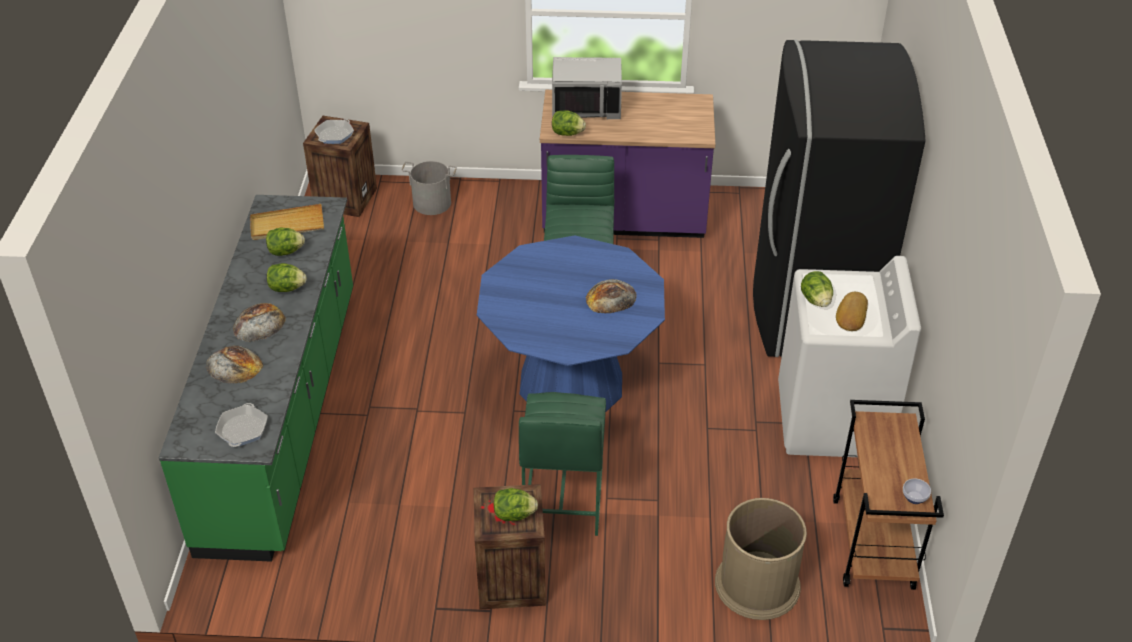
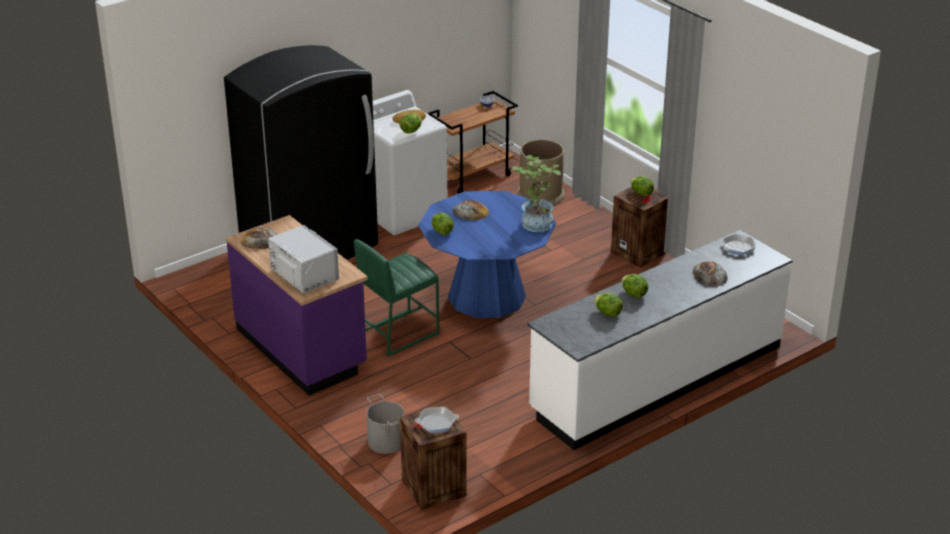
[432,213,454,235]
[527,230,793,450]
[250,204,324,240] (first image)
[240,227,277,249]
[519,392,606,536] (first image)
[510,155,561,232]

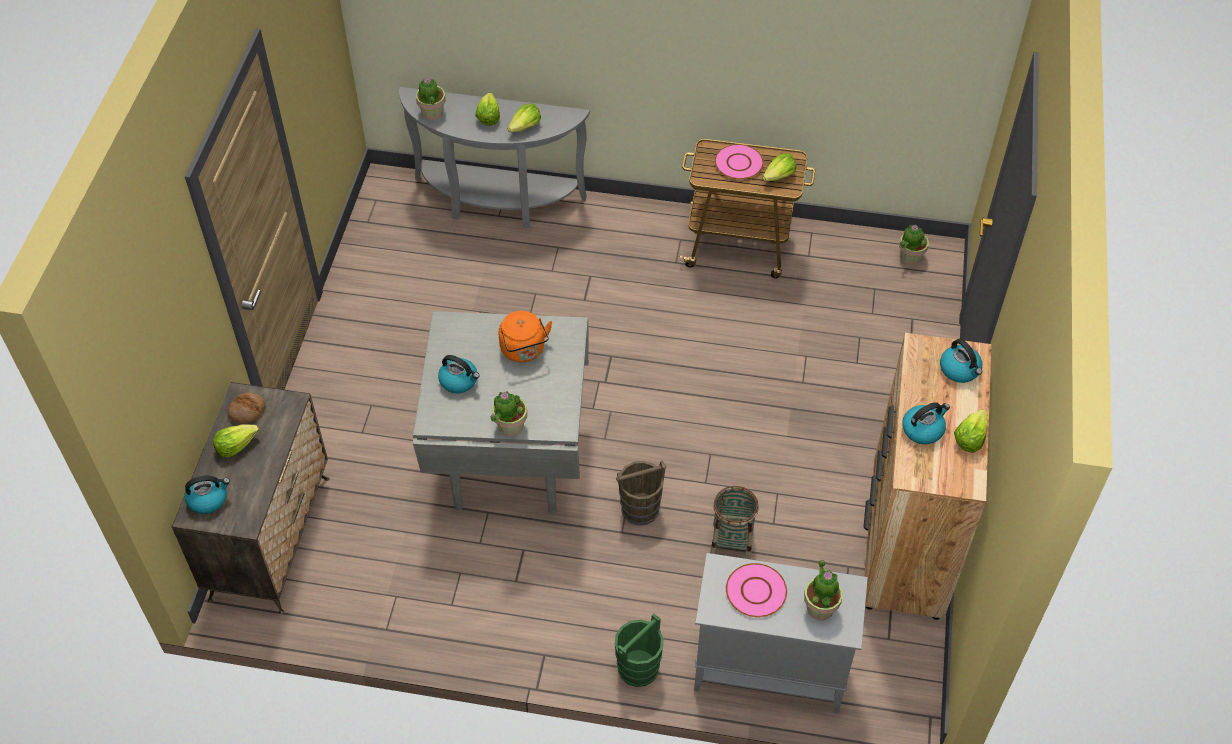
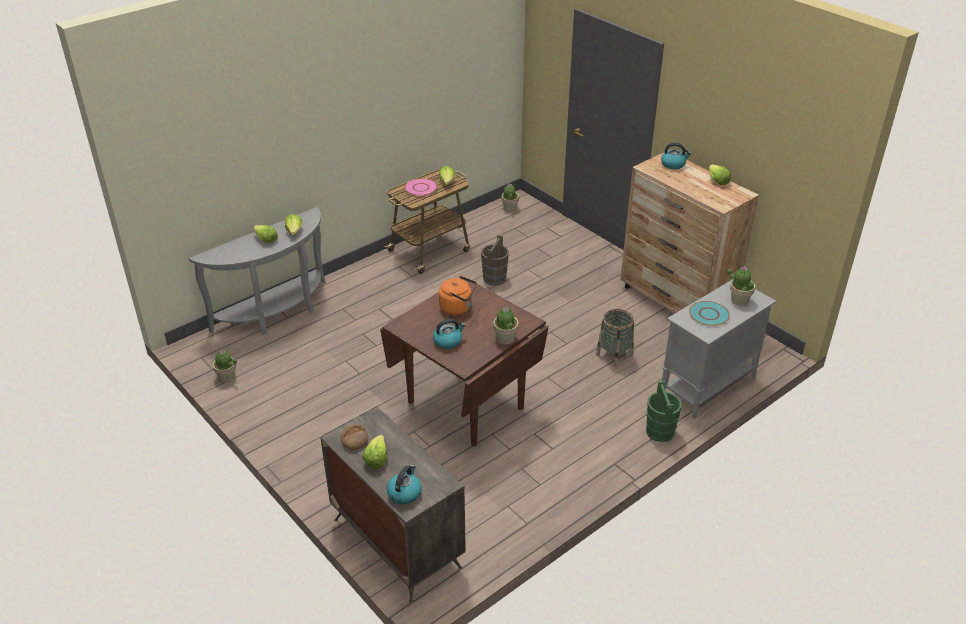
[213,349,237,383]
[380,277,549,446]
[902,402,950,445] (first image)
[481,235,509,286]
[689,301,730,326]

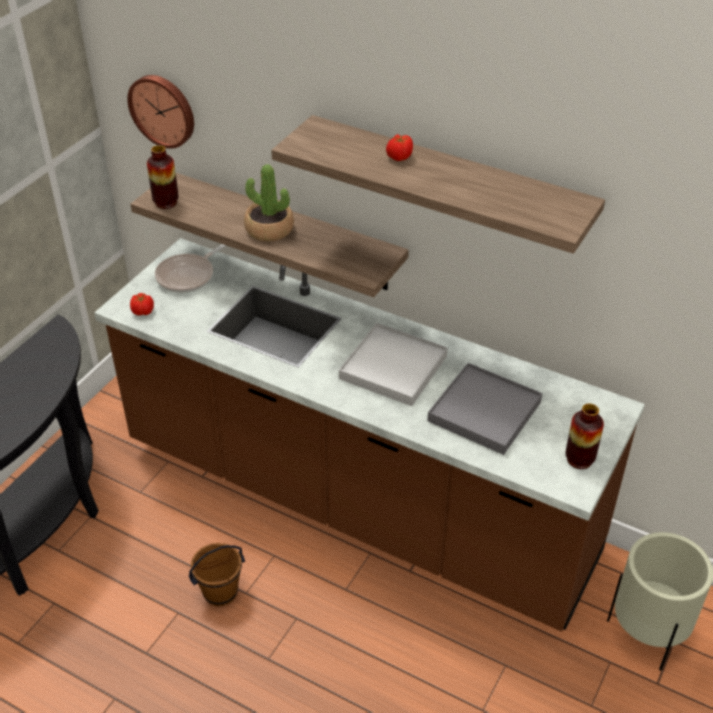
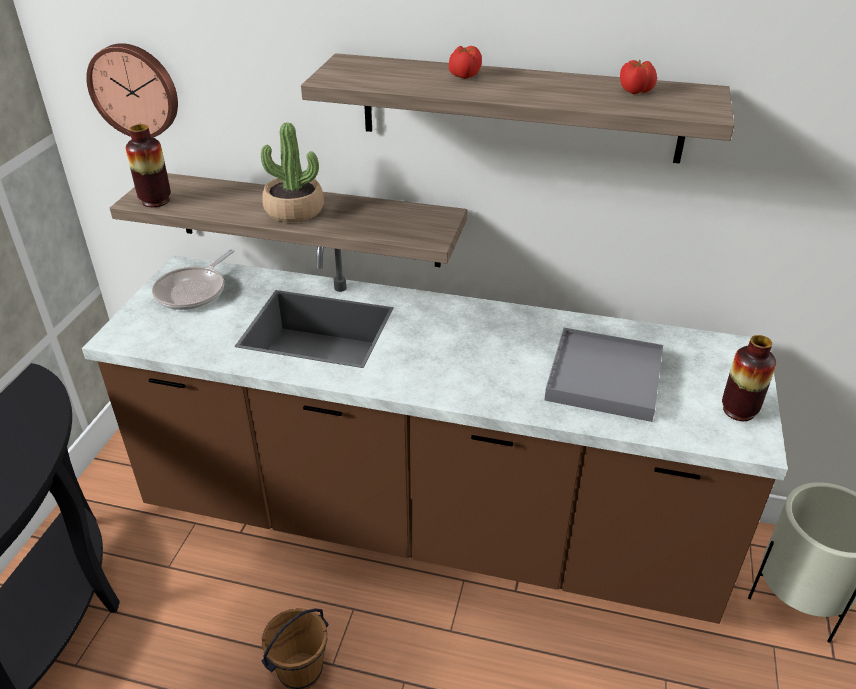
[620,60,657,94]
[339,323,448,406] (first image)

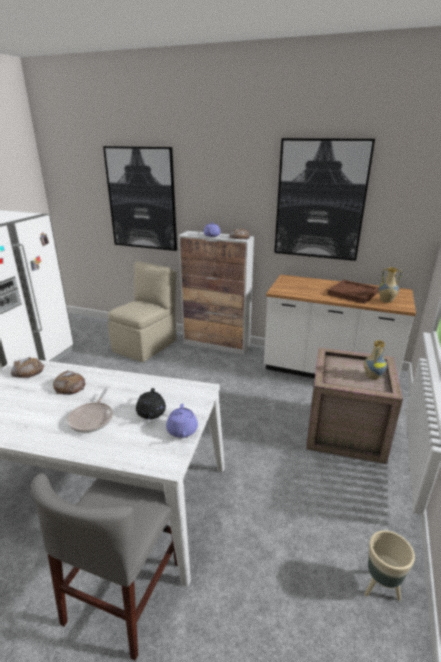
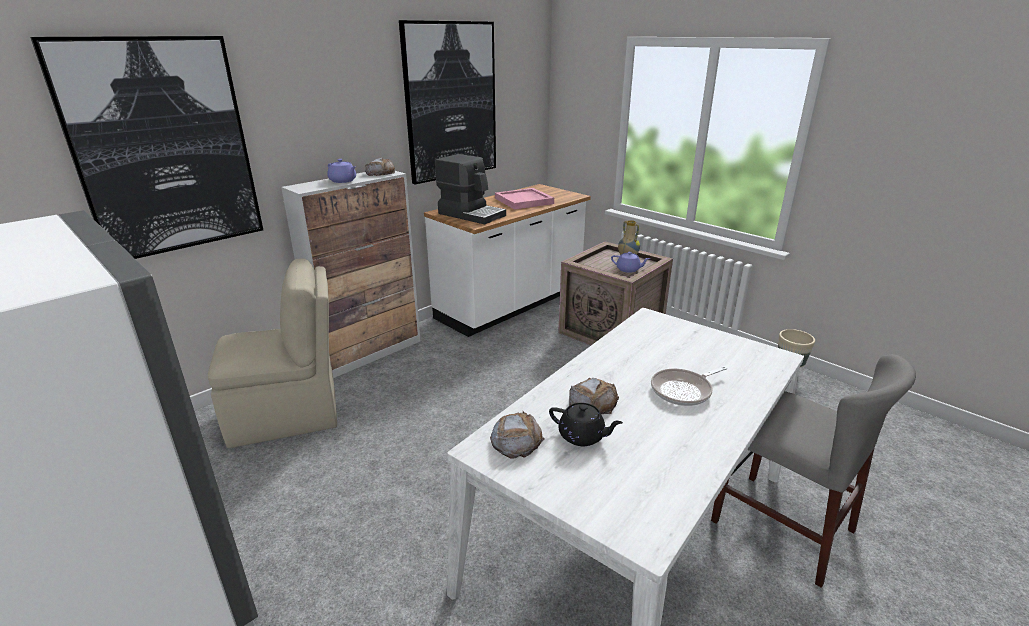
[208,259,337,448]
[379,267,402,302] (first image)
[495,188,554,210]
[651,366,727,406]
[549,403,623,446]
[611,252,650,273]
[435,154,506,224]

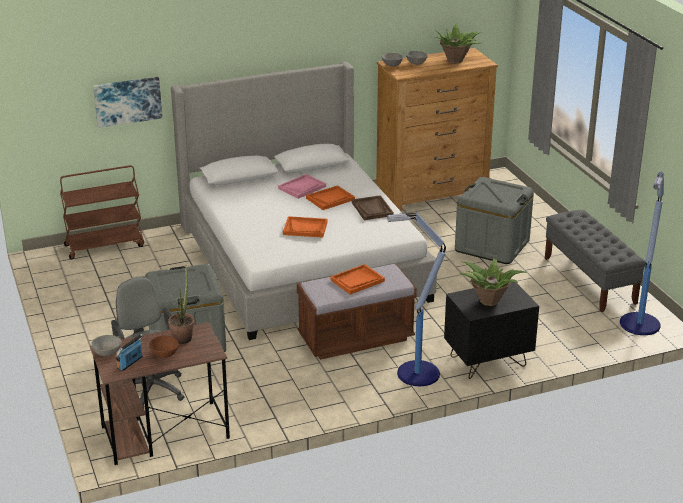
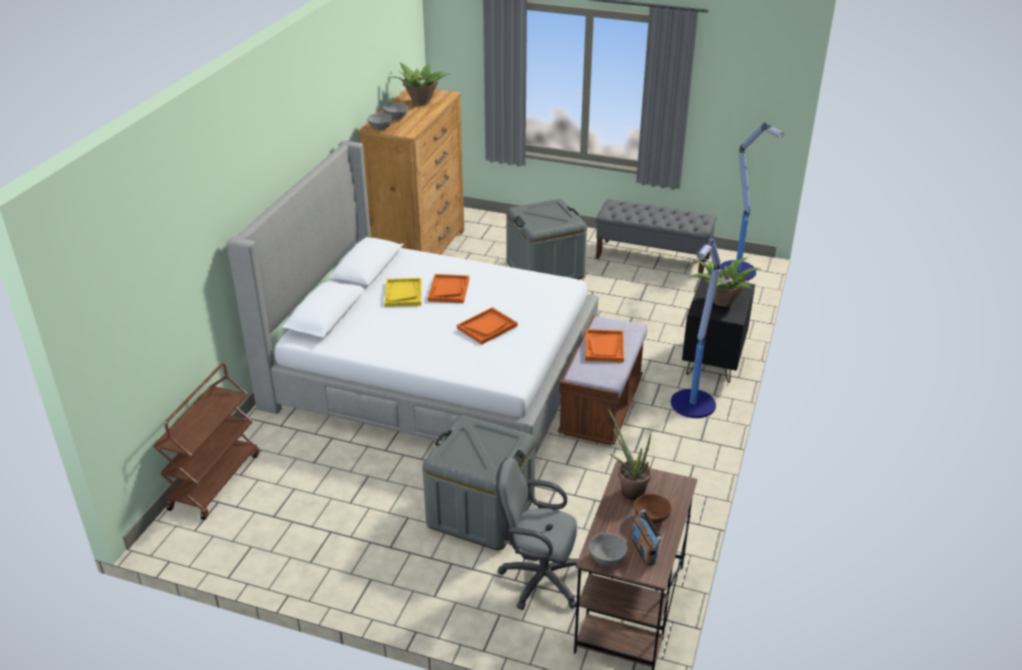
[93,77,162,128] (first image)
[385,278,422,307]
[352,195,394,220] (first image)

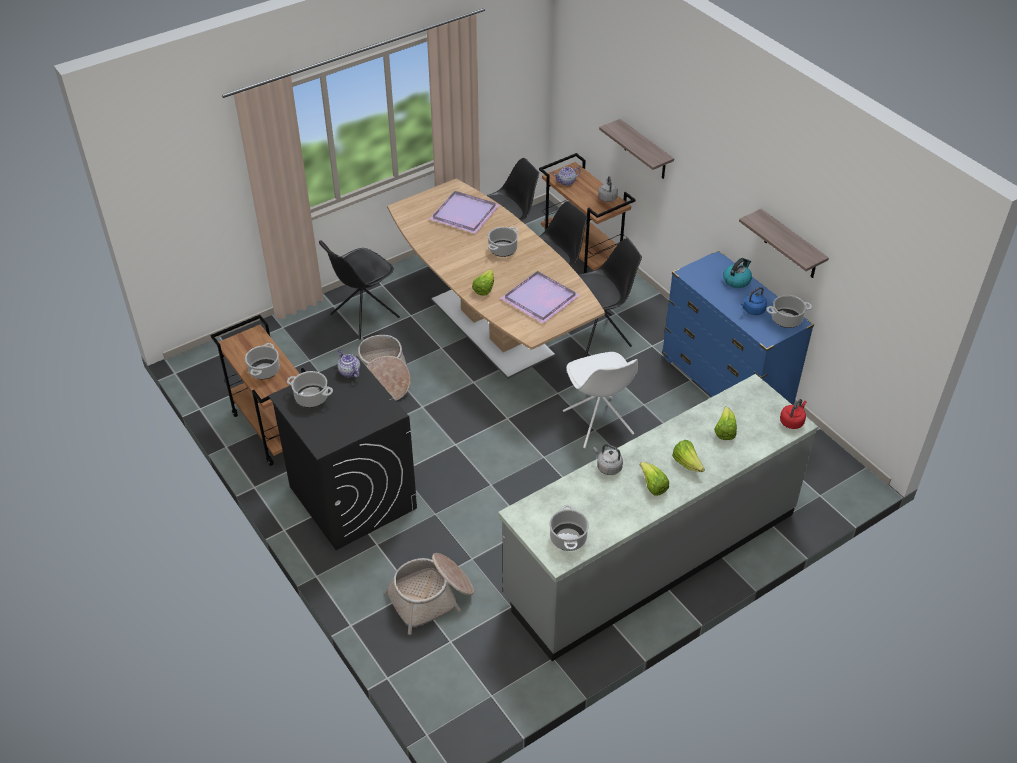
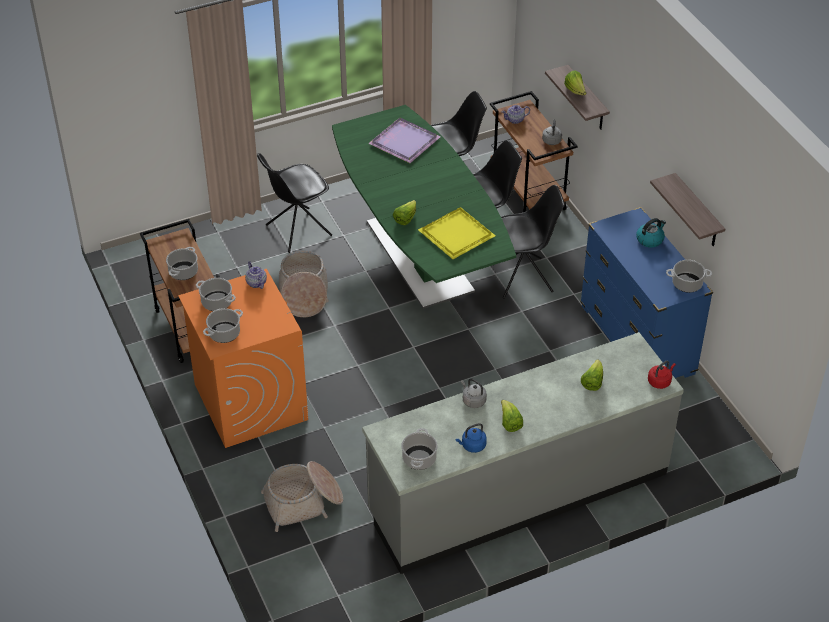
[332,105,516,309]
[203,308,243,343]
[418,207,496,259]
[456,423,487,453]
[563,352,638,448] (first image)
[178,269,308,448]
[564,71,586,95]

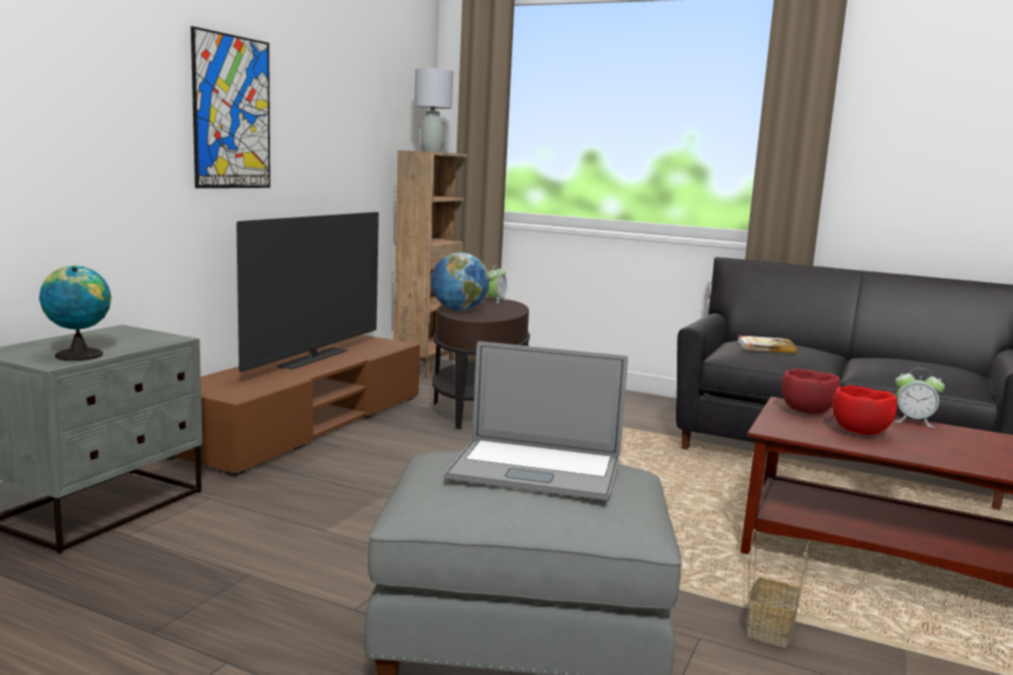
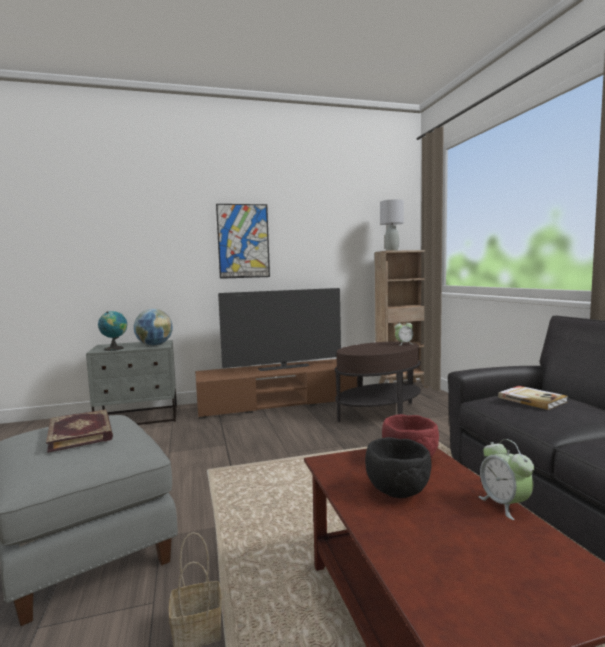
[134,309,173,346]
[46,409,113,453]
[365,437,432,498]

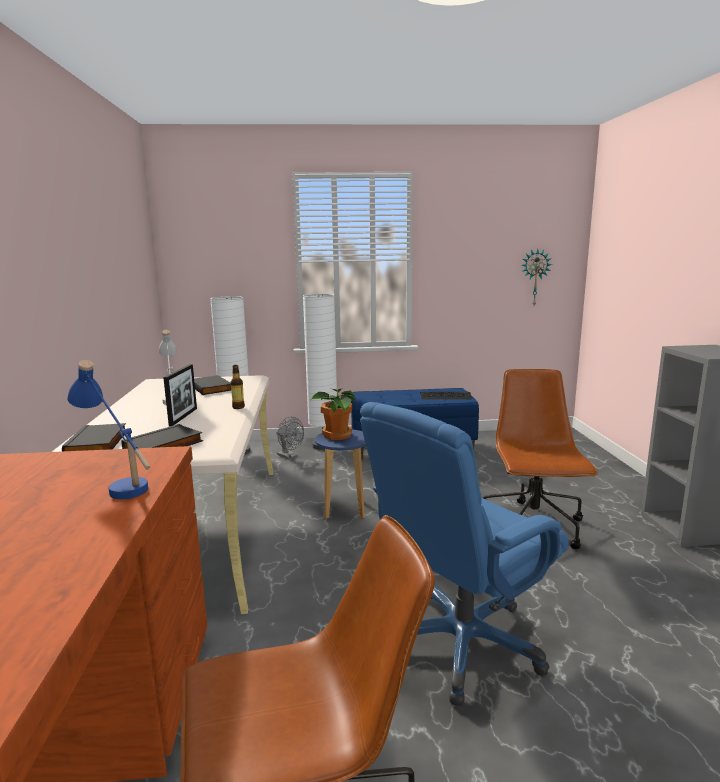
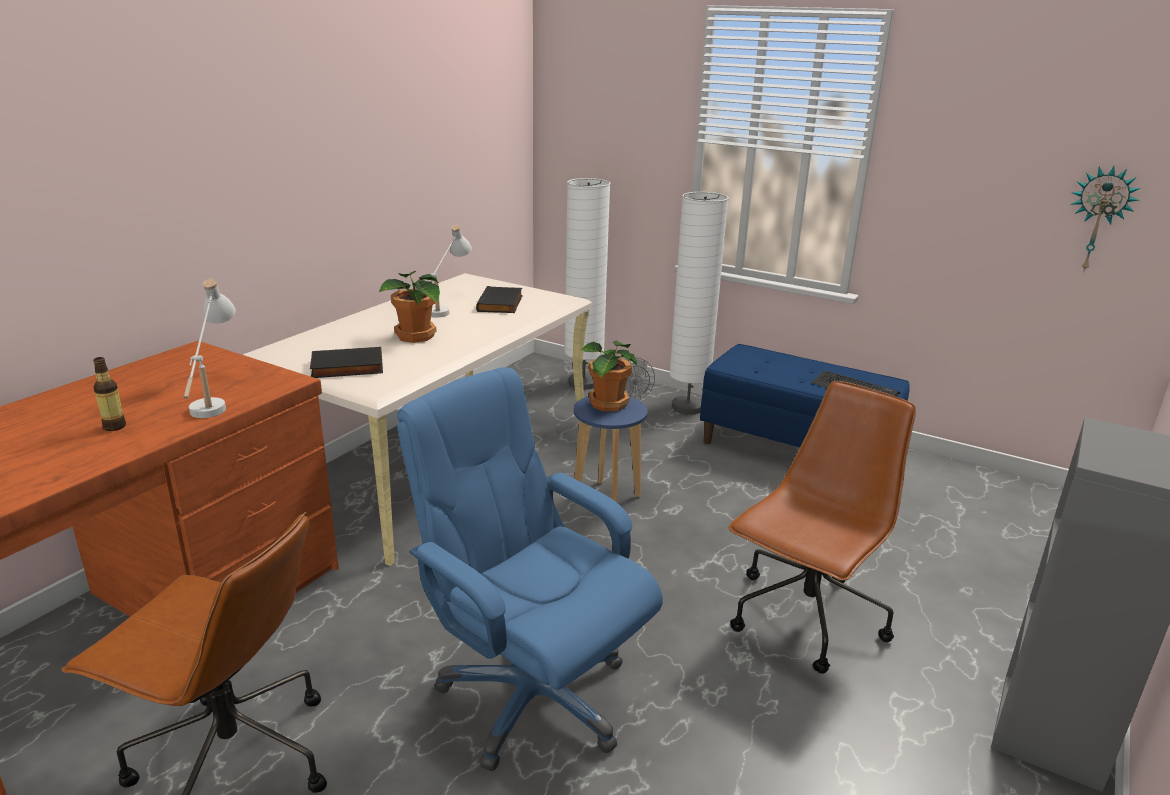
[184,279,236,418]
[379,271,440,343]
[93,357,126,431]
[397,367,663,771]
[62,423,126,451] (first image)

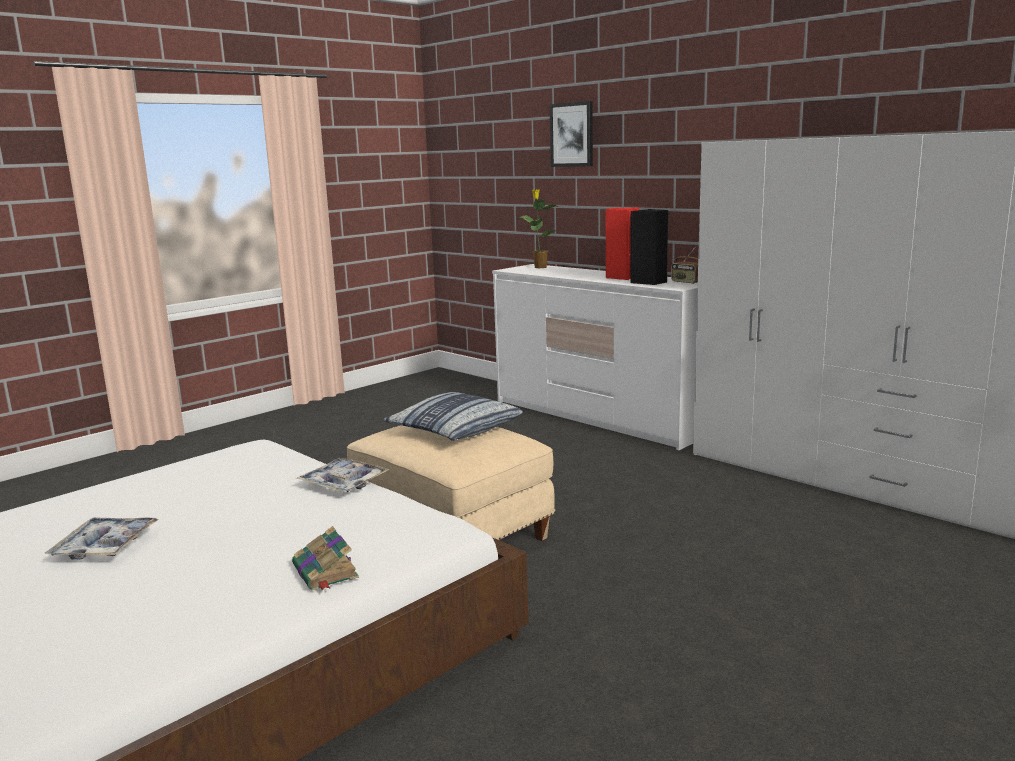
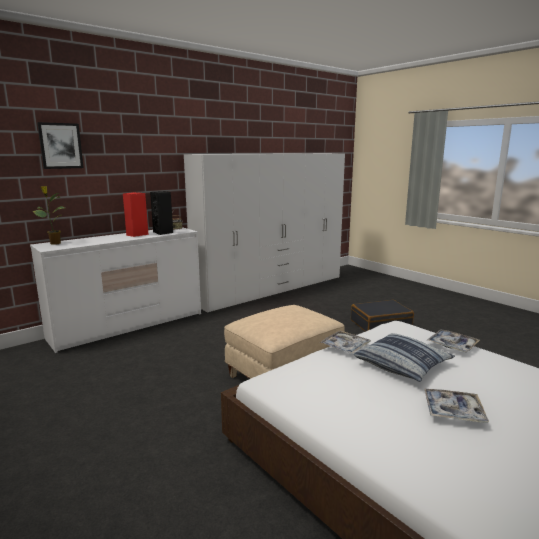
[354,333,455,382]
[427,329,480,352]
[351,300,414,332]

